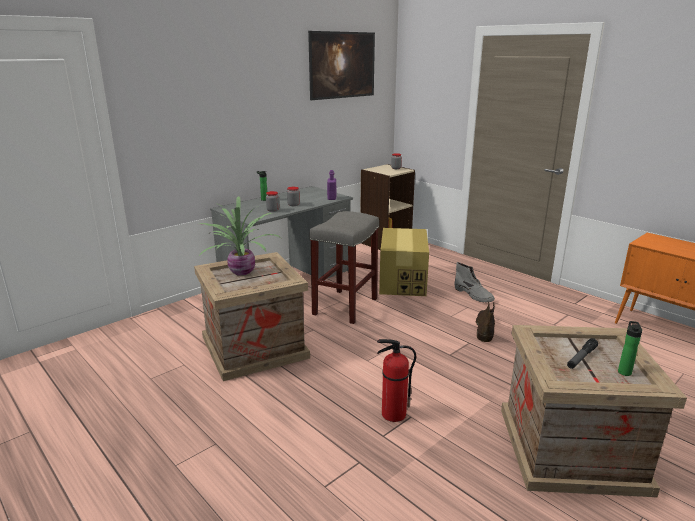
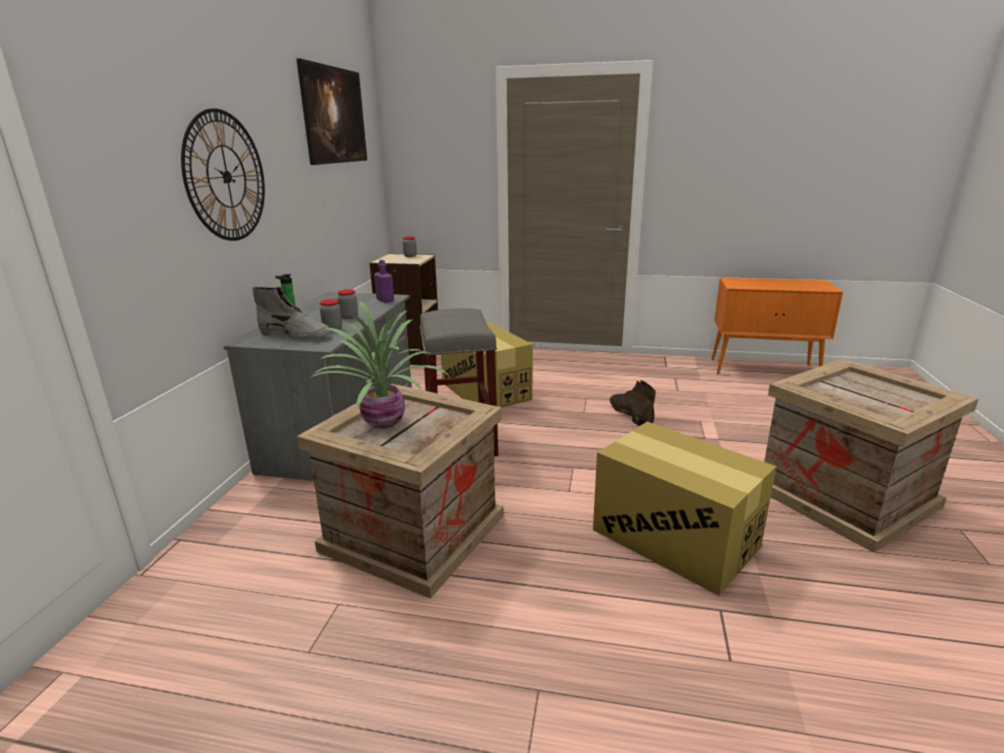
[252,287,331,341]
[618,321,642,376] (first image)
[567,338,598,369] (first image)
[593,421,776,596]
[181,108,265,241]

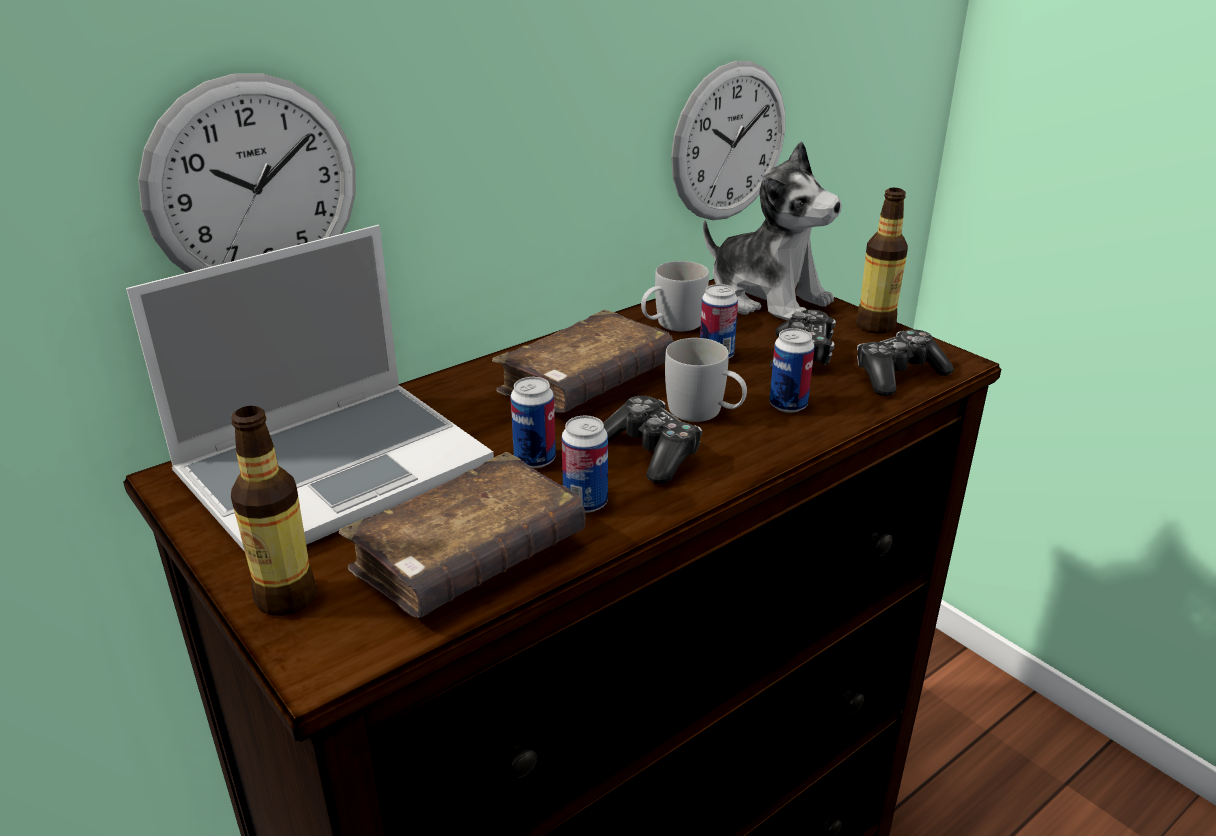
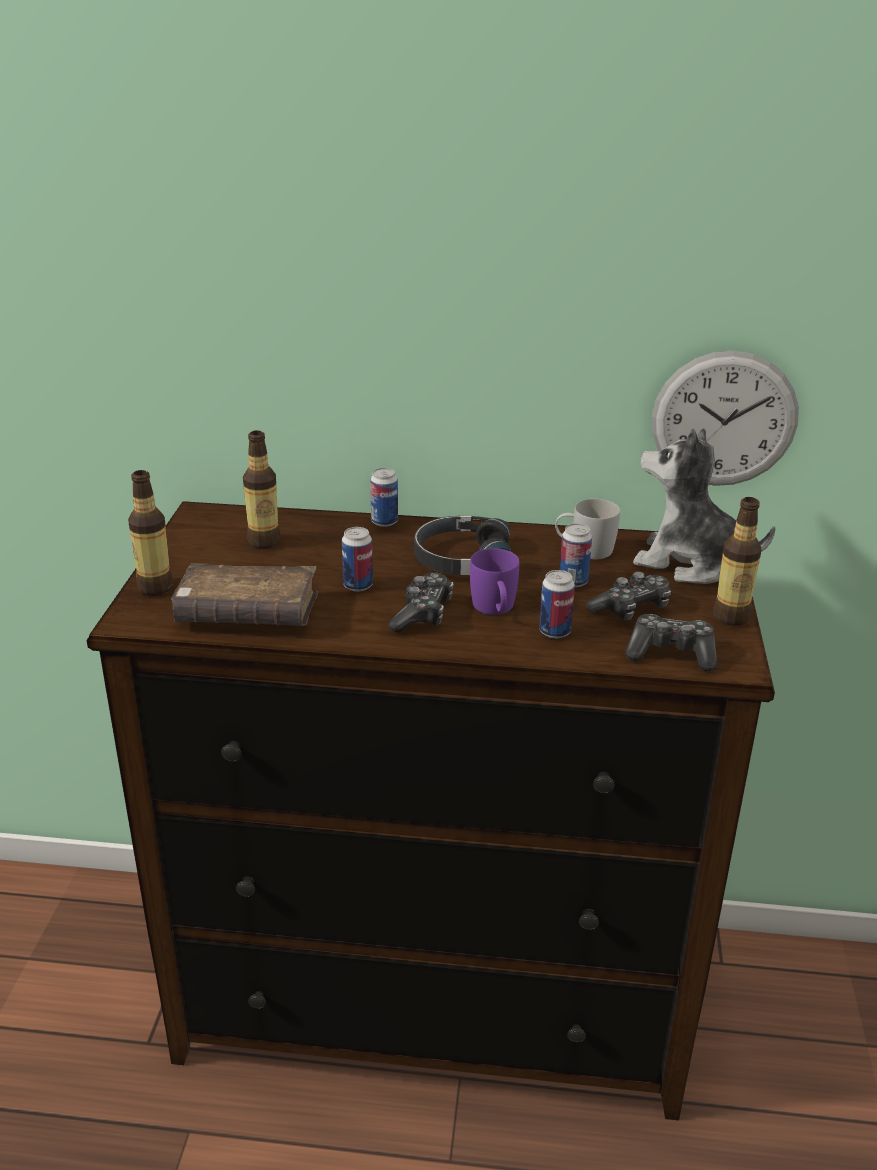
[138,73,356,273] (first image)
[633,428,775,584]
[243,430,281,549]
[414,516,511,575]
[470,548,519,615]
[370,468,398,527]

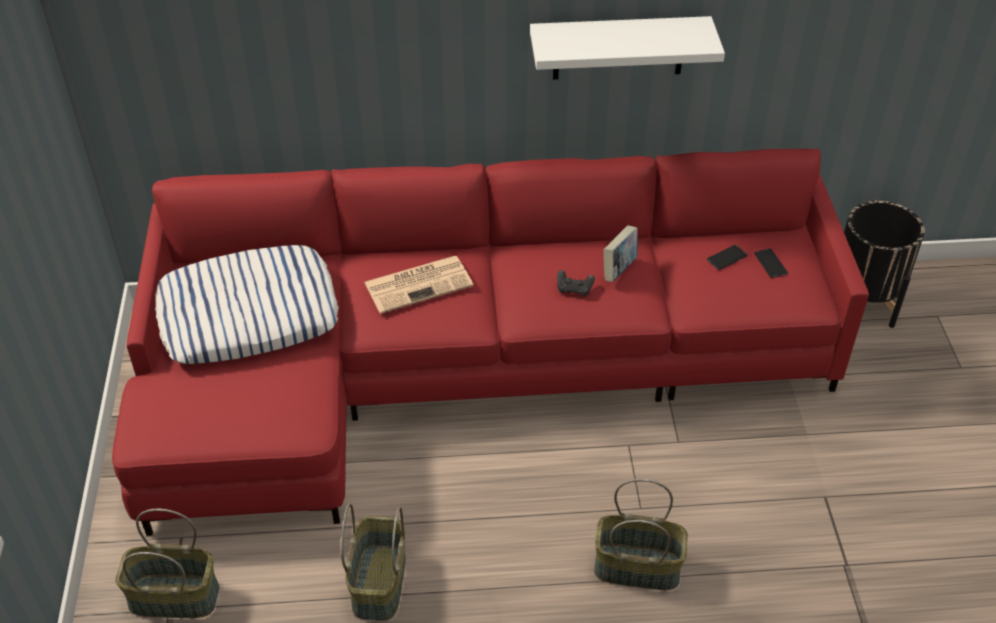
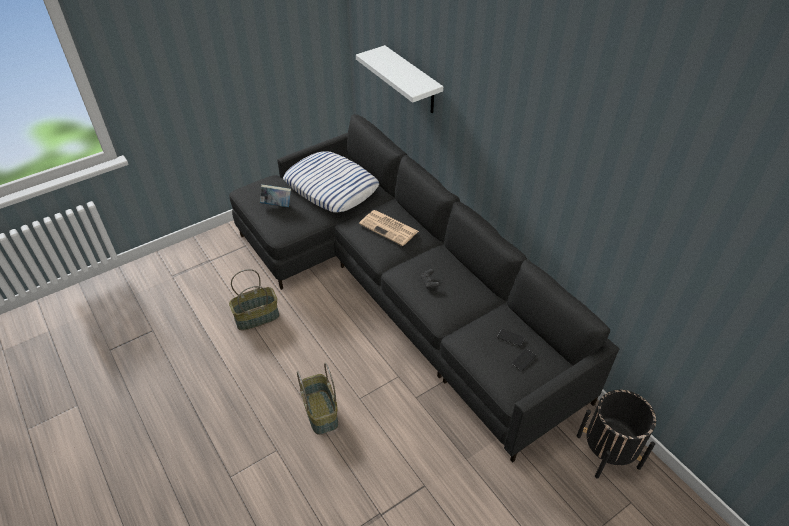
[356,45,443,114]
[229,114,619,463]
[260,184,291,207]
[115,509,219,618] (first image)

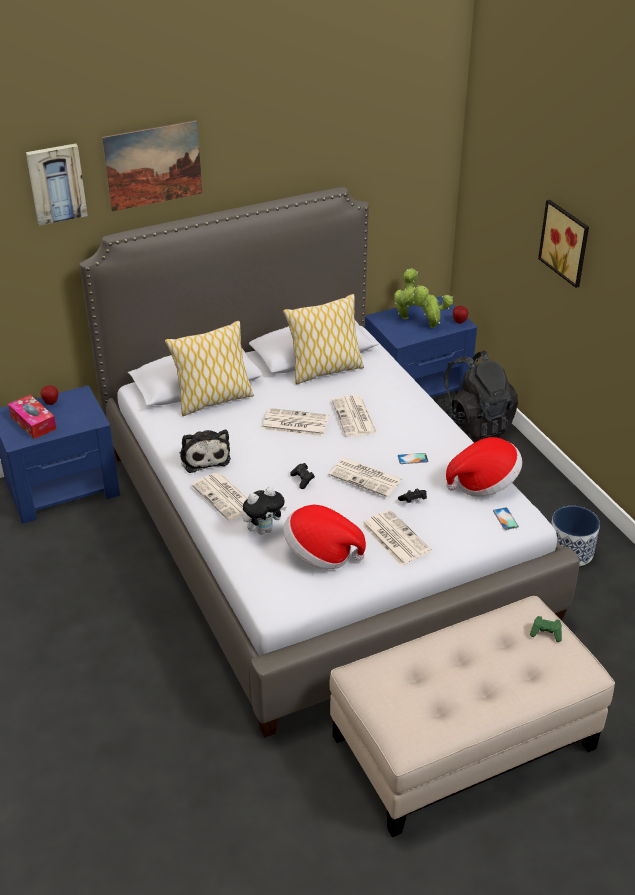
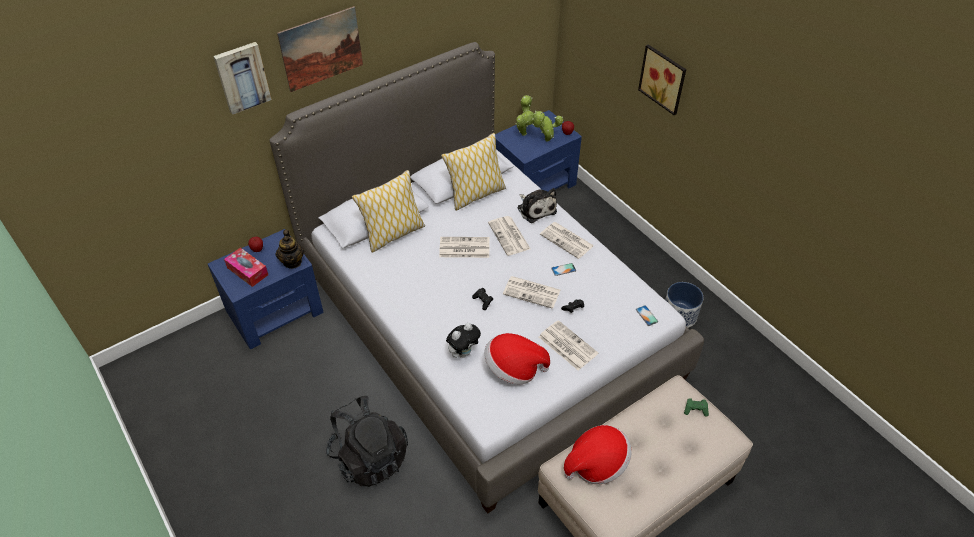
[326,396,408,487]
[518,188,557,223]
[564,425,632,484]
[540,222,594,259]
[276,230,304,269]

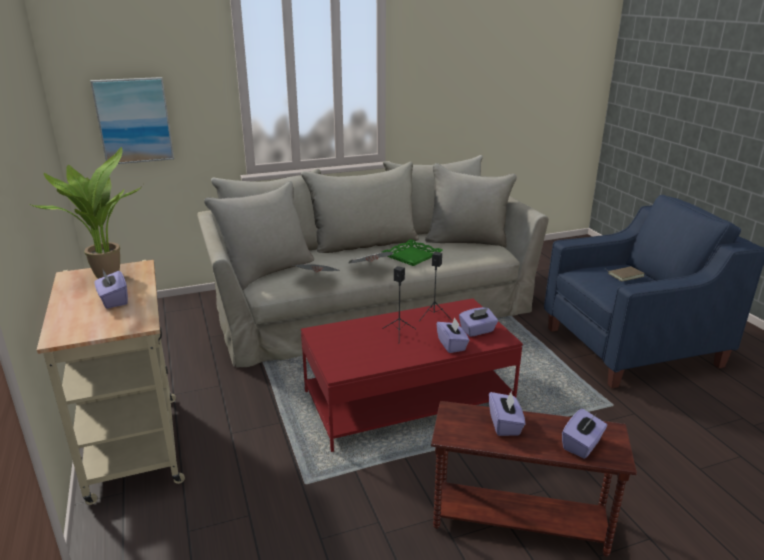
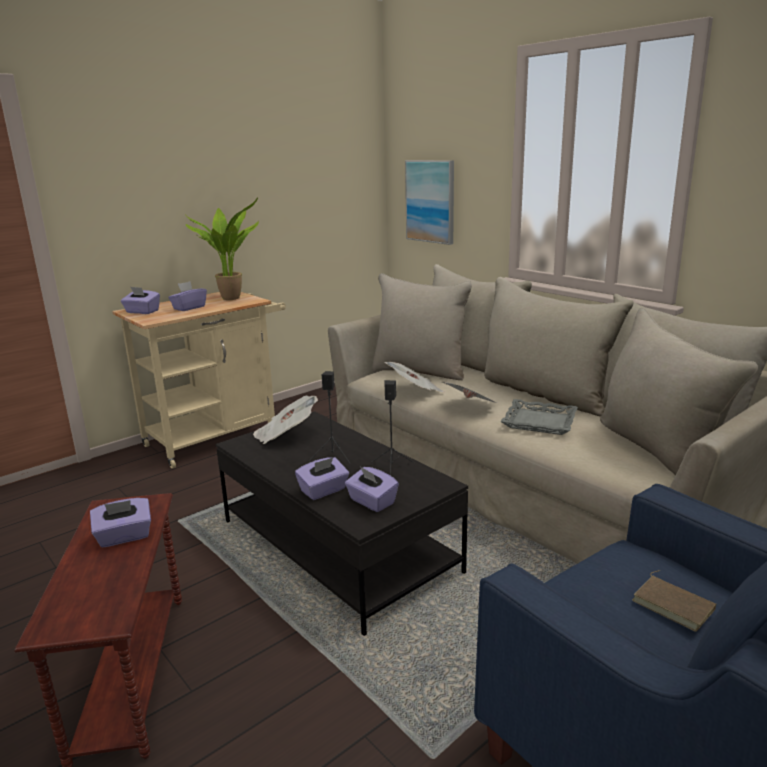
[501,399,578,435]
[216,411,468,636]
[121,287,160,314]
[253,396,318,444]

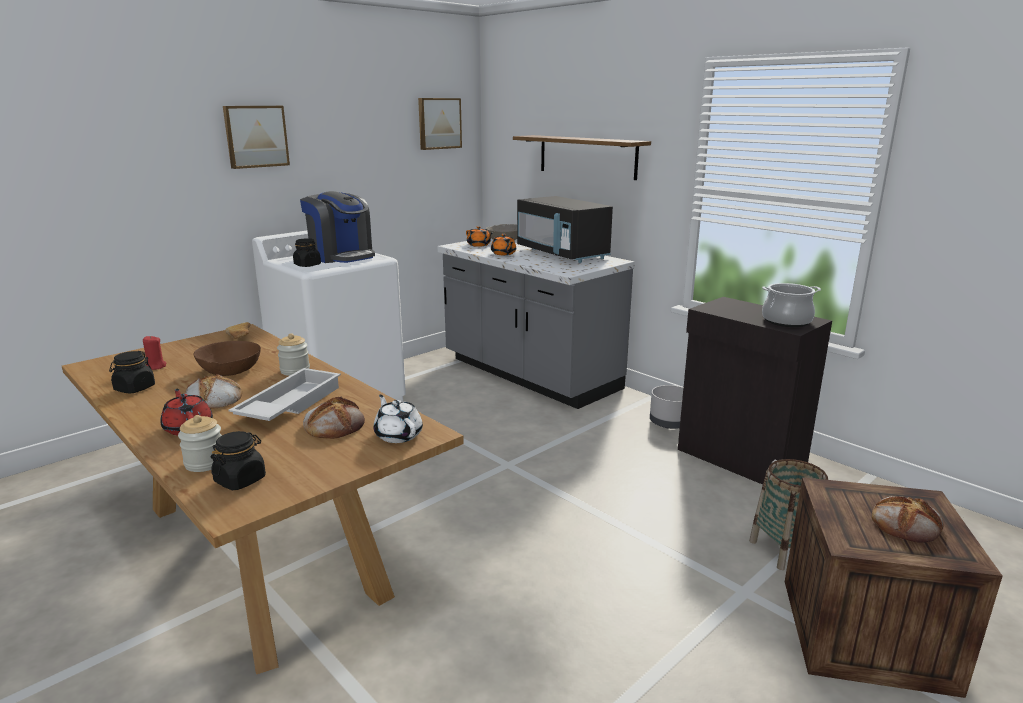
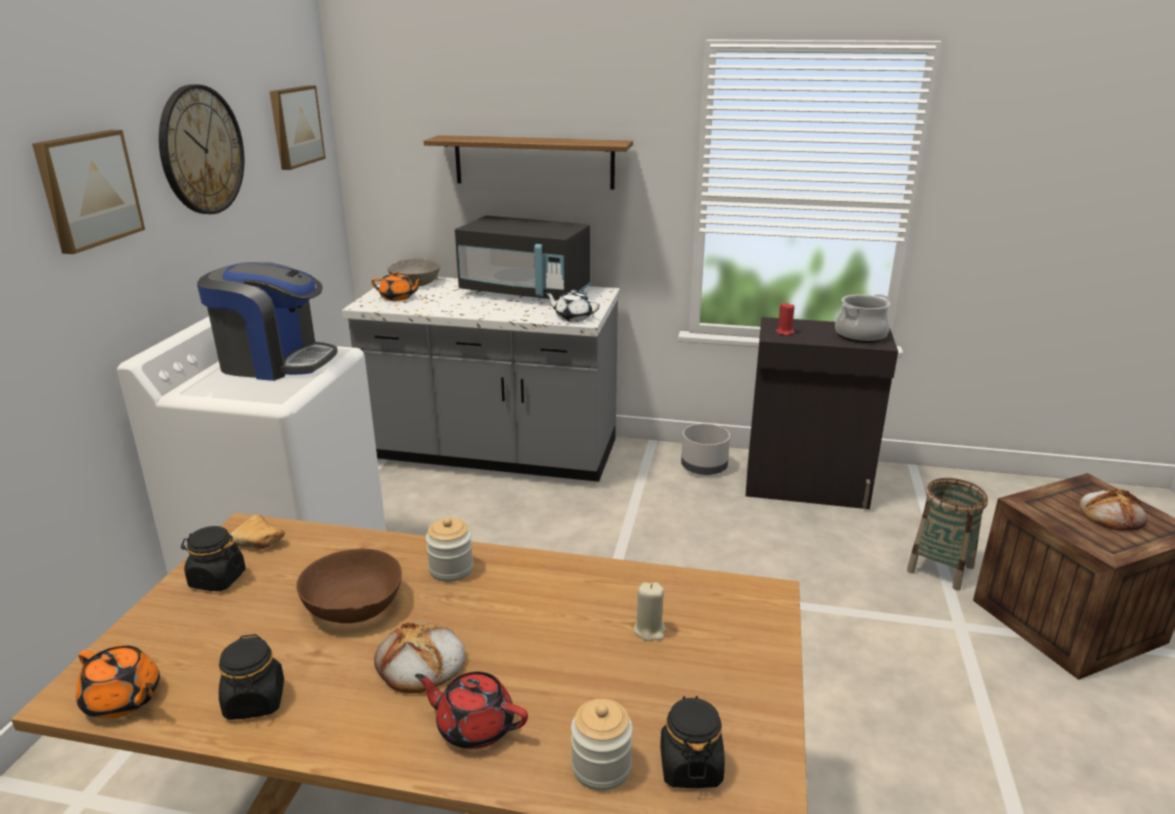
[76,645,160,718]
[181,526,246,591]
[776,303,795,336]
[228,368,341,421] (first image)
[545,290,600,322]
[634,582,666,641]
[159,85,244,214]

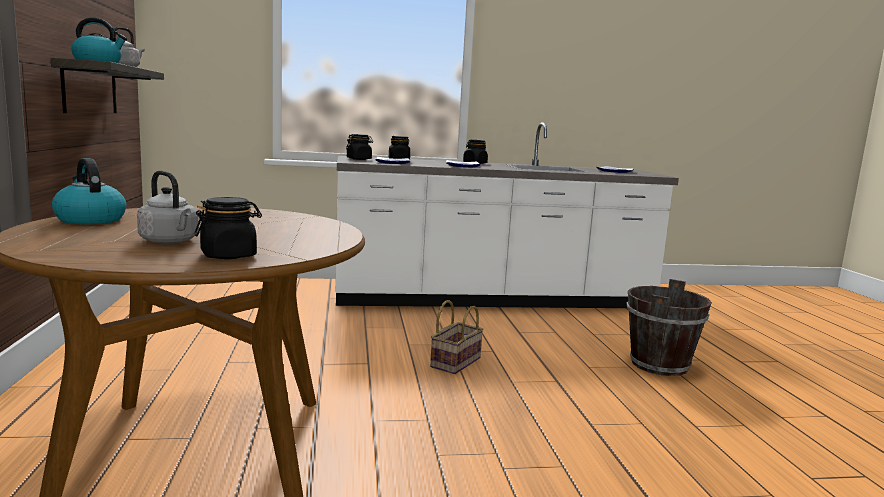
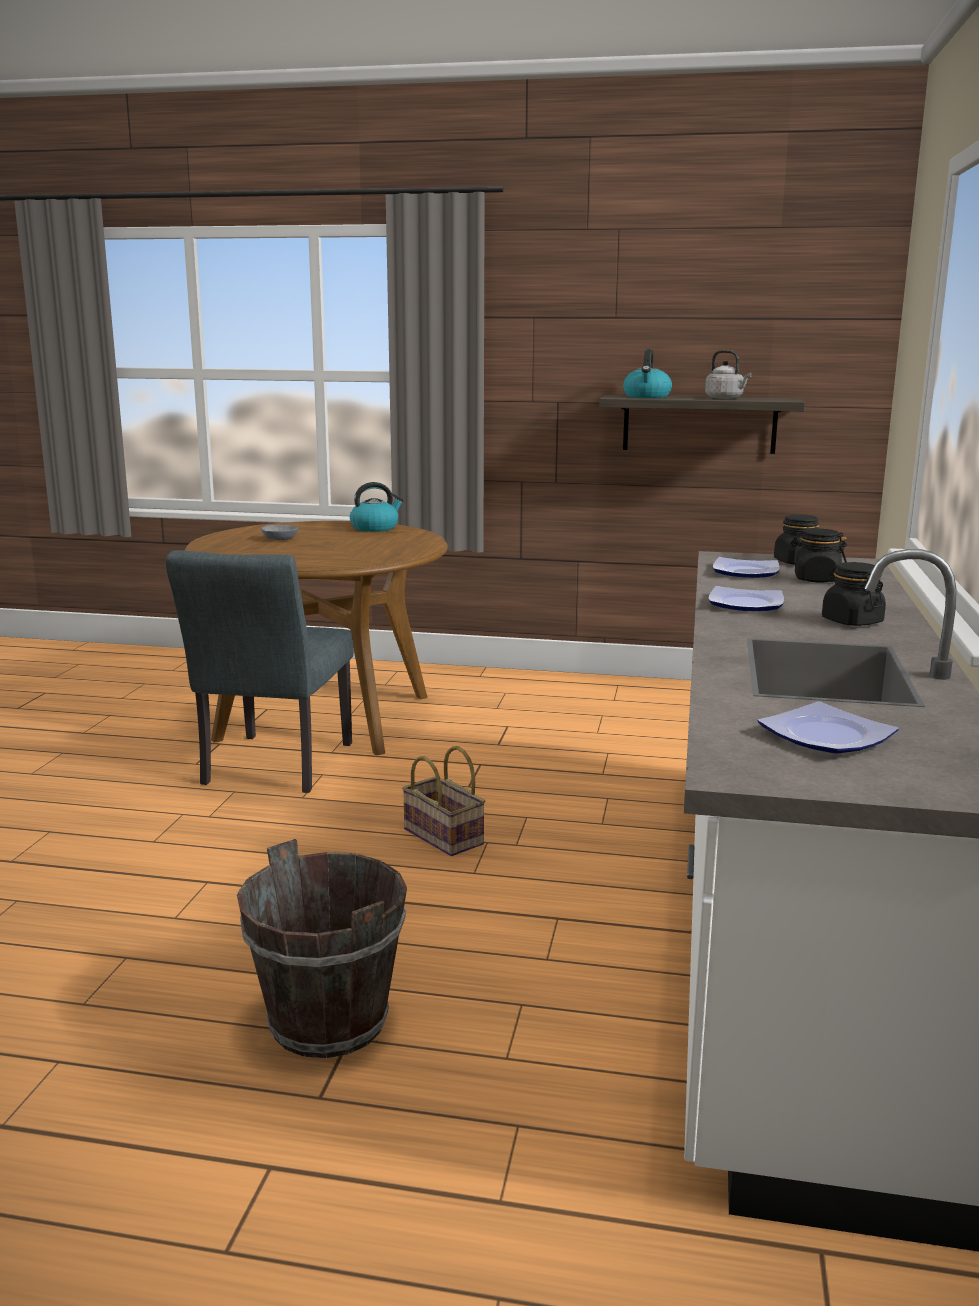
[261,525,298,540]
[194,197,262,259] (first image)
[166,550,354,793]

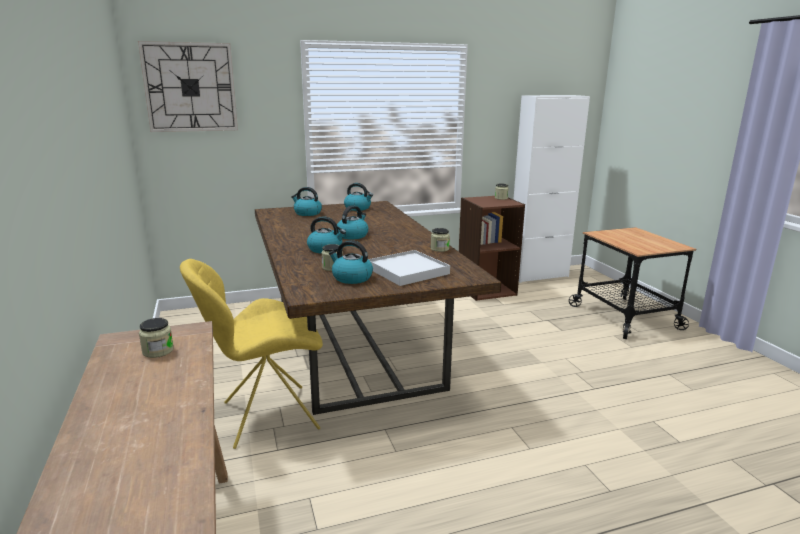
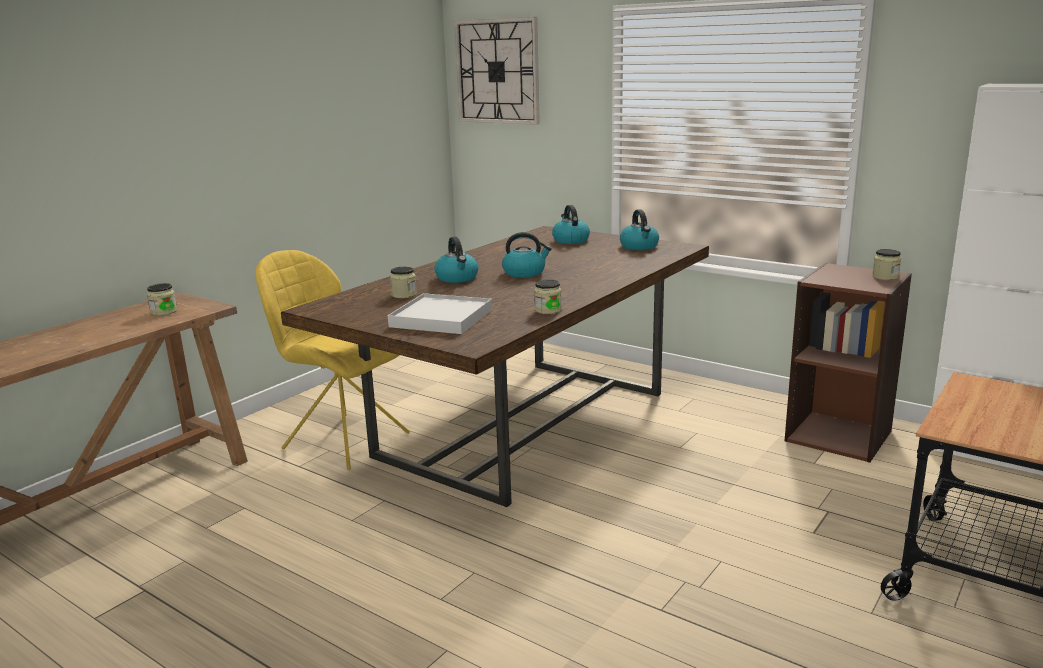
[329,240,373,284] (first image)

